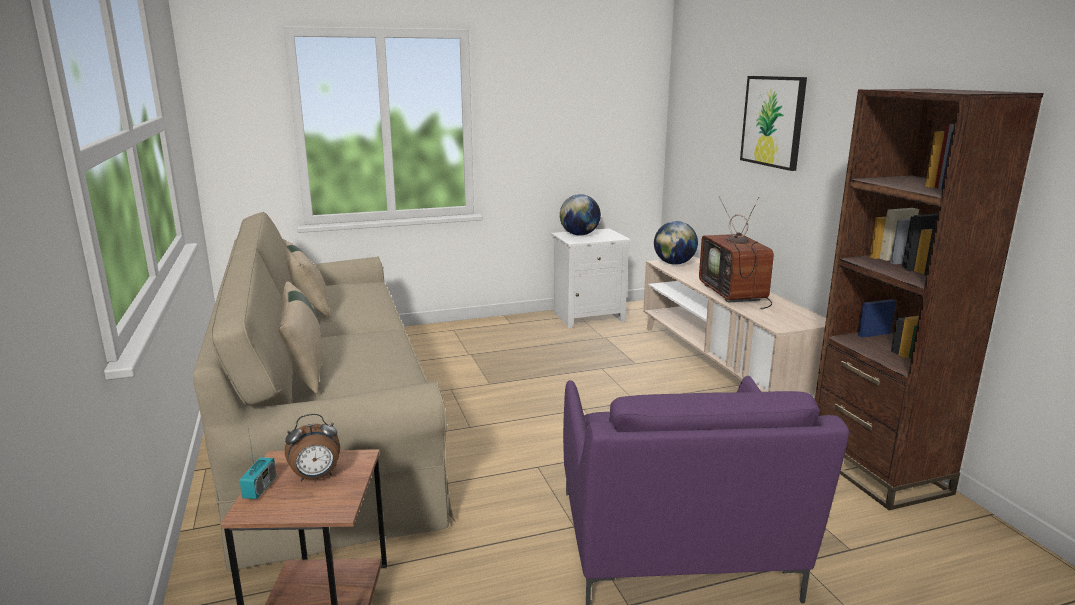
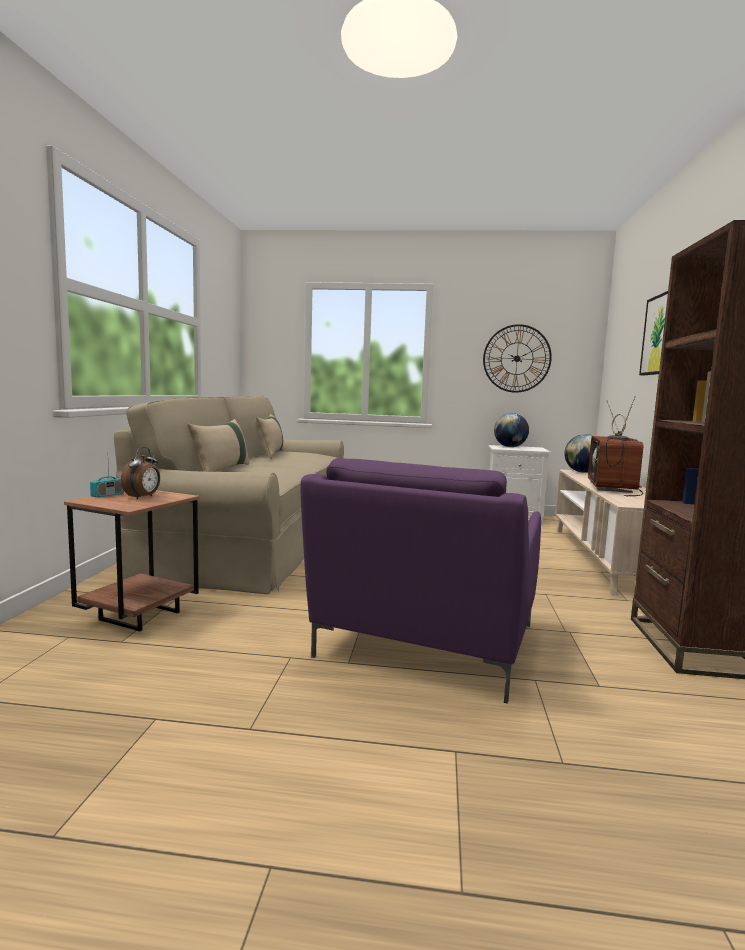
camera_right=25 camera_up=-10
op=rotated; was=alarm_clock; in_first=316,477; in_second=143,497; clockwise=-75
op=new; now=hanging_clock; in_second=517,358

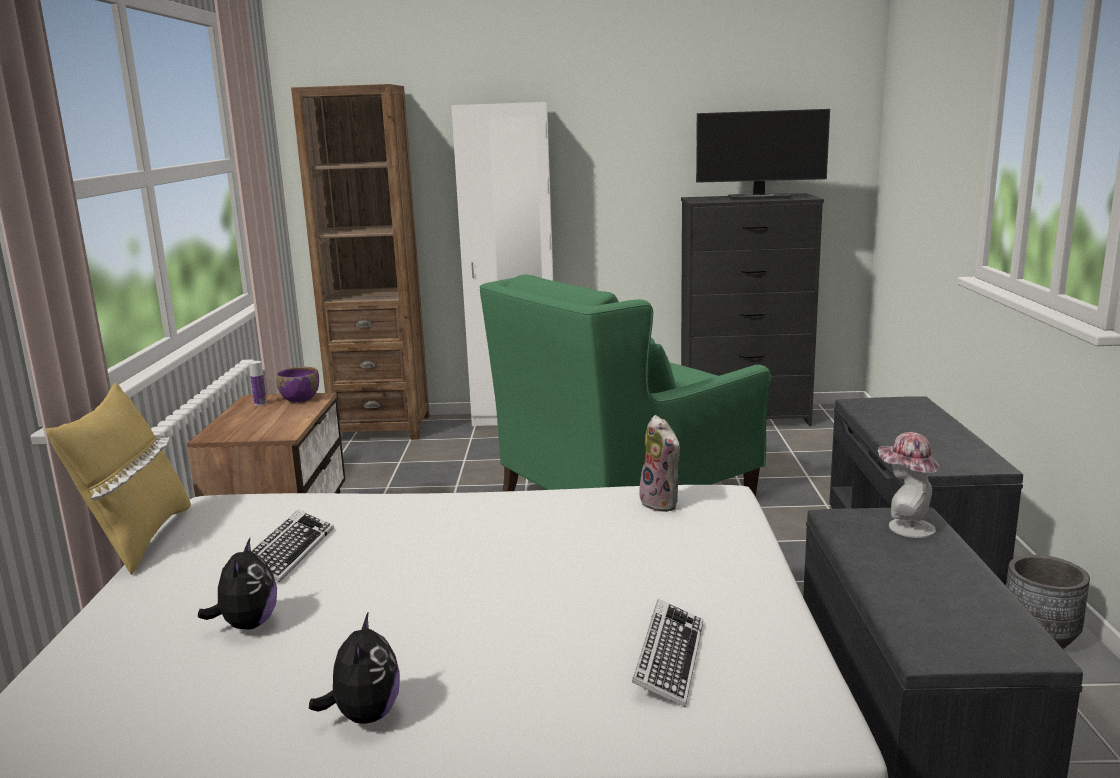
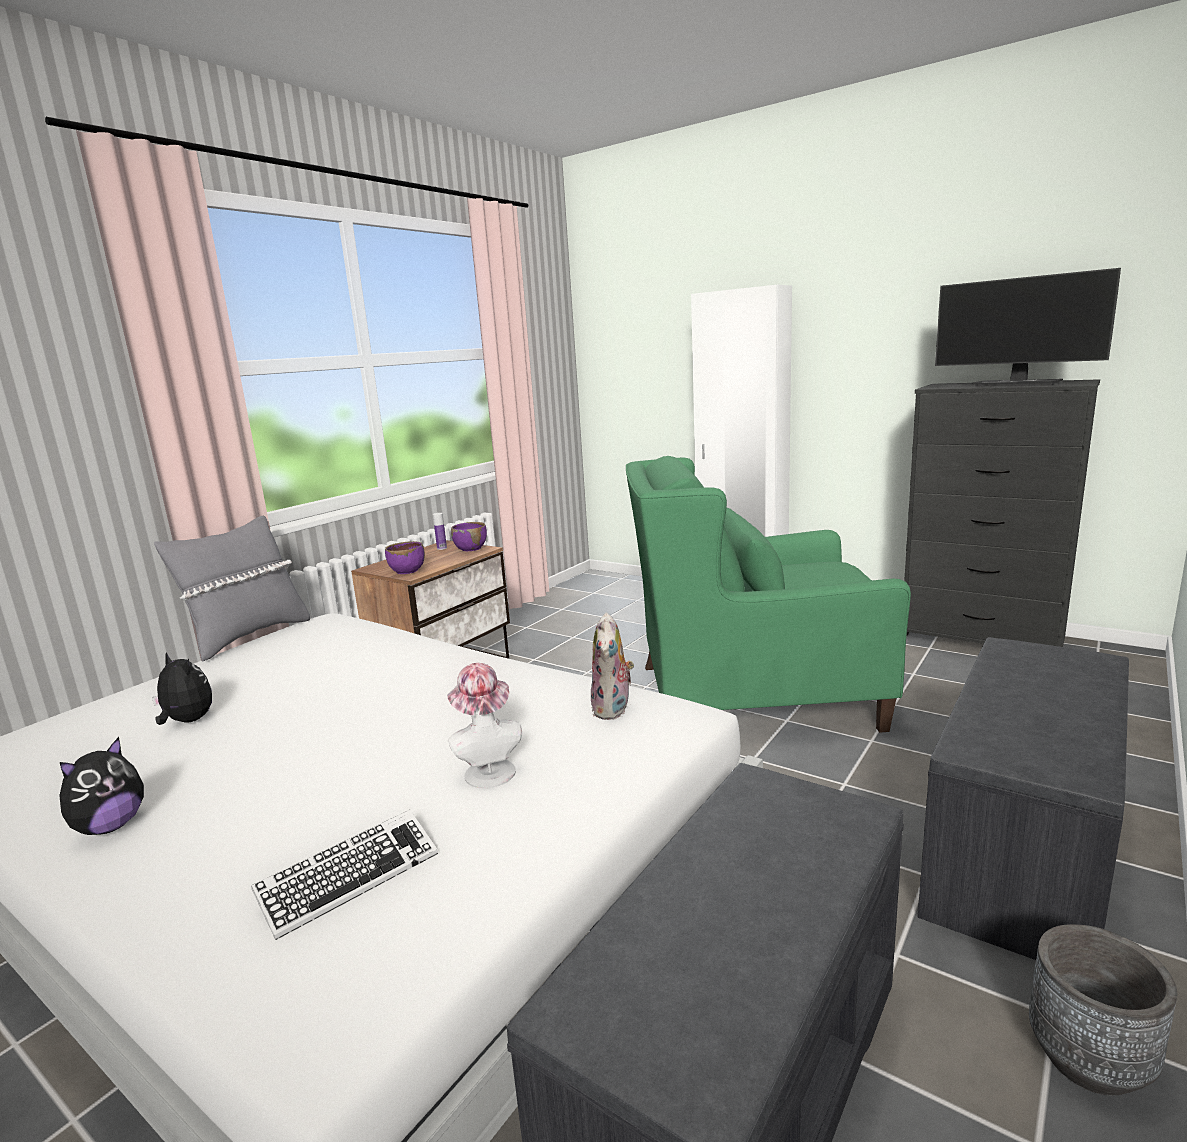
camera_right=35 camera_up=0
op=rotated; was=soft_toy; in_first=247,625; in_second=187,721; clockwise=-90
op=repainted; was=yellow-coloured_throw_pillow; now=greyish_throw_pillow; in_first=138,540; in_second=248,636
op=new; now=purplish_serving_bowl; in_second=407,571
op=shifted; was=wearable_hat; in_first=905,527; in_second=487,770
op=gone; was=computer_keyboard; in_first=289,552
op=gone; was=brownish_bookshelf; in_first=382,428

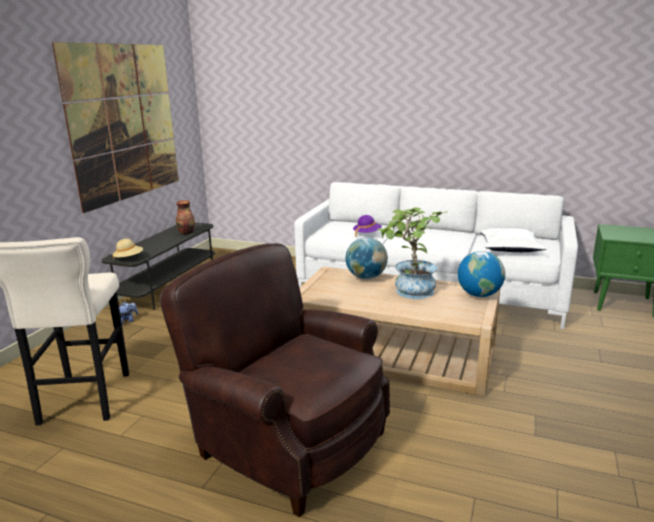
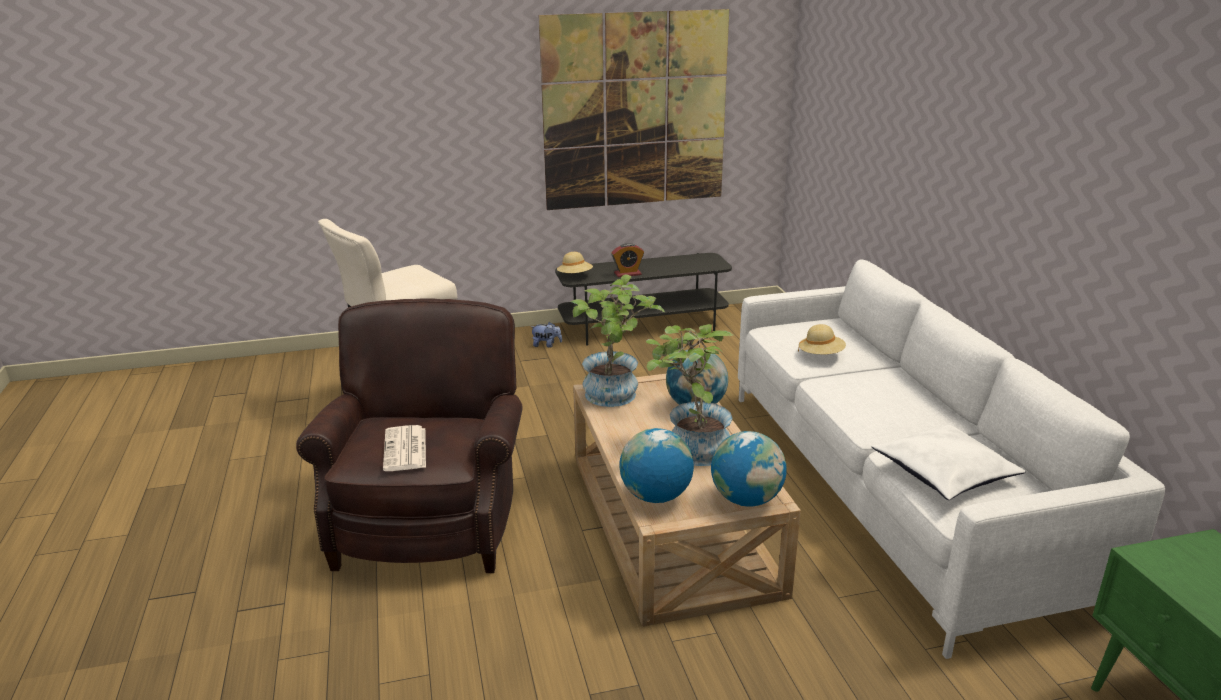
camera_right=55 camera_up=5
op=new; now=newspaper; in_second=405,450
op=new; now=houseplant; in_second=615,398
op=new; now=alarm_clock; in_second=627,274
op=new; now=globe; in_second=655,496
op=repainted; was=purplish_wearable_hat; now=beige_wearable_hat; in_first=367,234; in_second=821,355
op=gone; was=vase; in_first=187,233

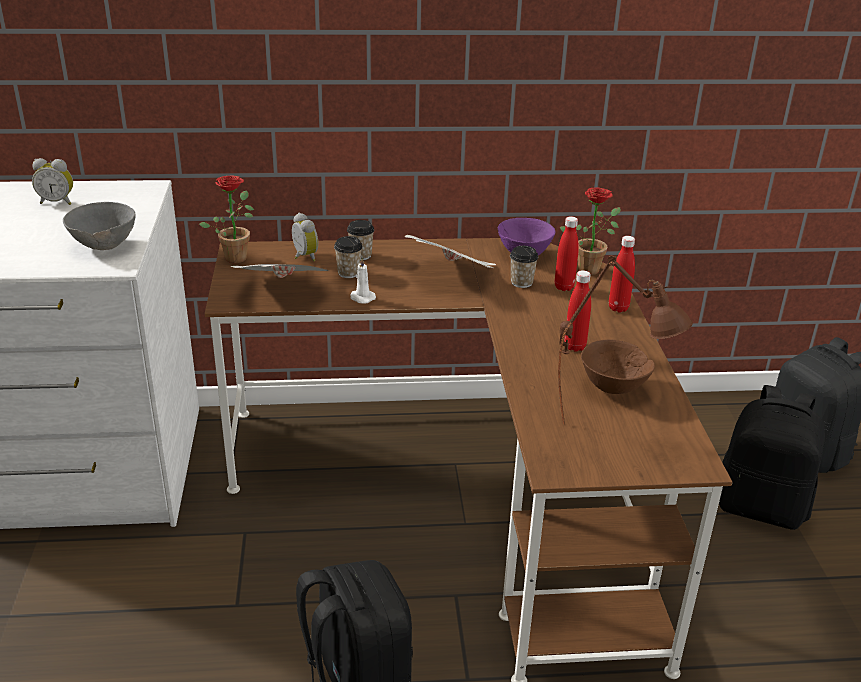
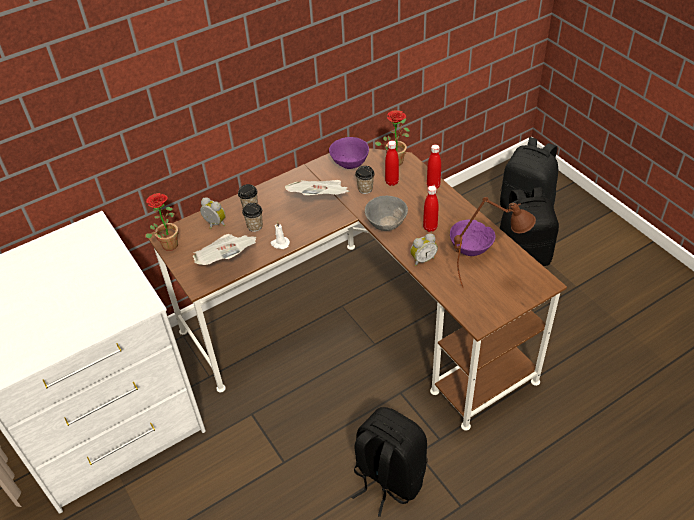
camera_right=-25 camera_up=15
op=shifted; was=greyish_serving_bowl; in_first=104,246; in_second=386,225
op=shifted; was=alarm_clock; in_first=57,202; in_second=422,259
op=repainted; was=brownish_serving_bowl; now=purplish_serving_bowl; in_first=613,388; in_second=470,249

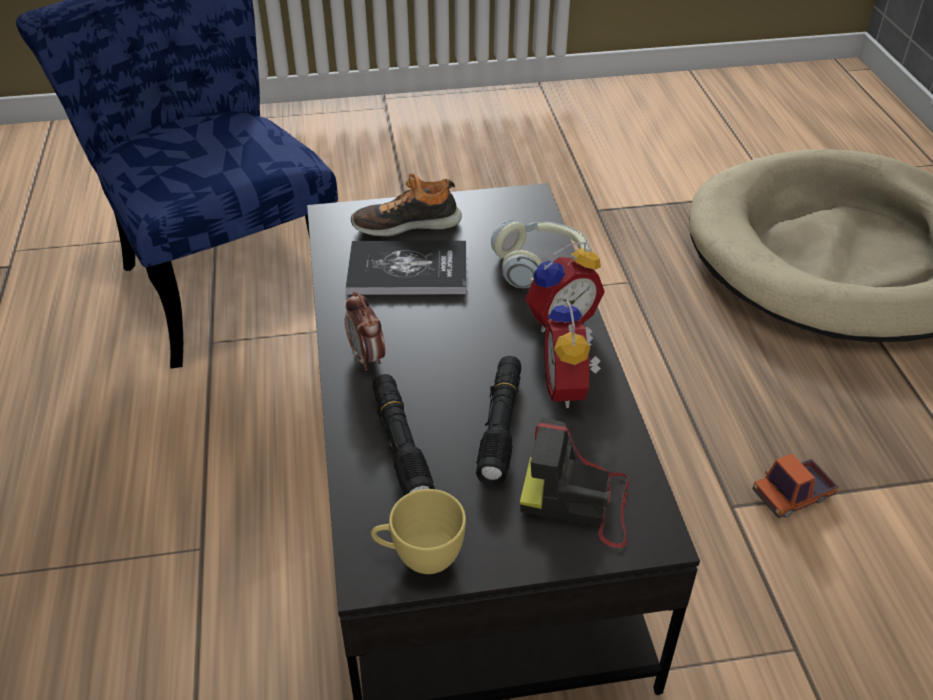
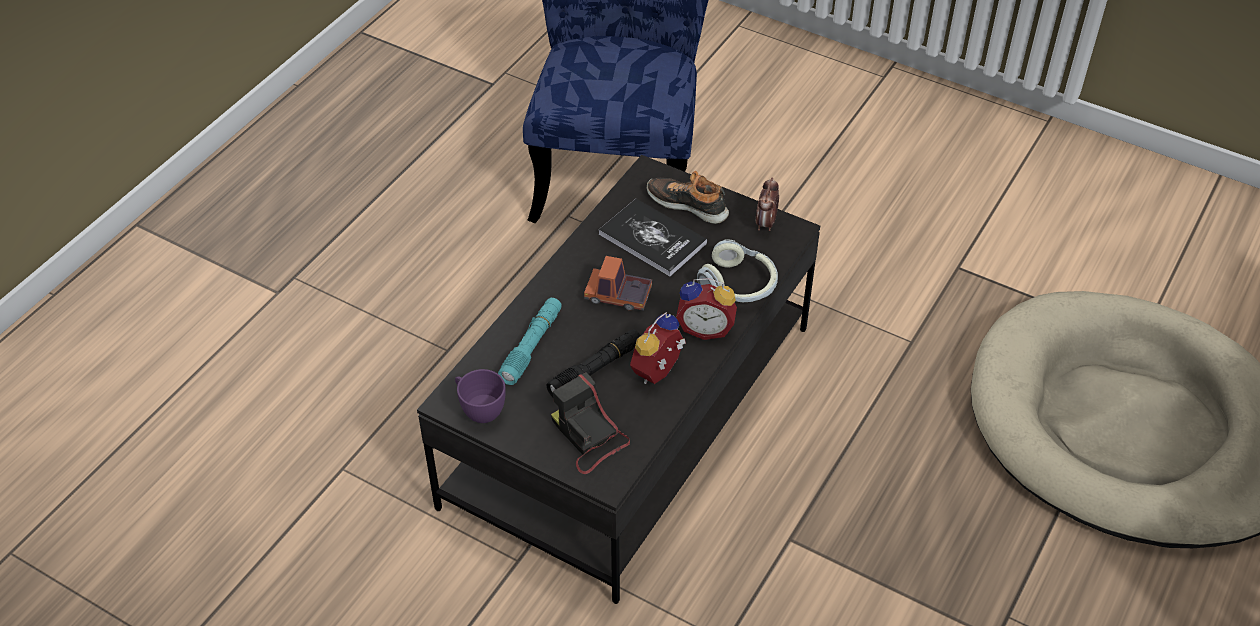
camera_right=40 camera_up=5
op=repainted; was=yellow-coloured_cup; now=purplish_cup; in_first=419,557; in_second=479,410
op=repainted; was=black-coloured_flashlight; now=blue-green_flashlight; in_first=401,445; in_second=531,346
op=shifted; was=toy_lorry; in_first=792,495; in_second=618,295
op=shifted; was=alarm_clock; in_first=367,357; in_second=766,223

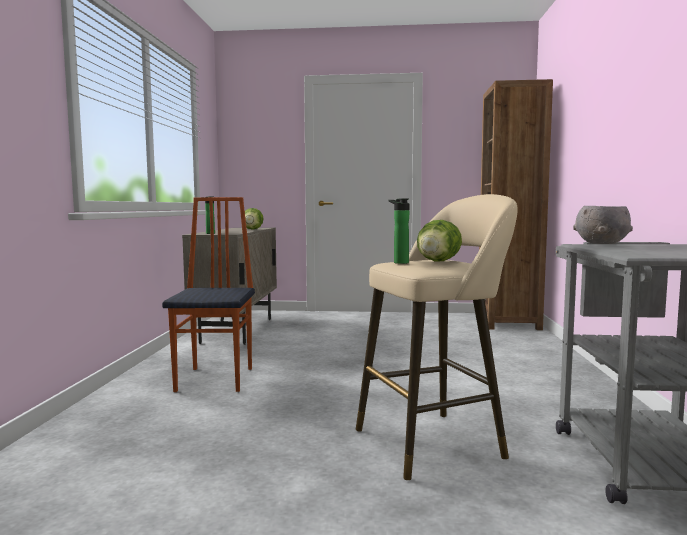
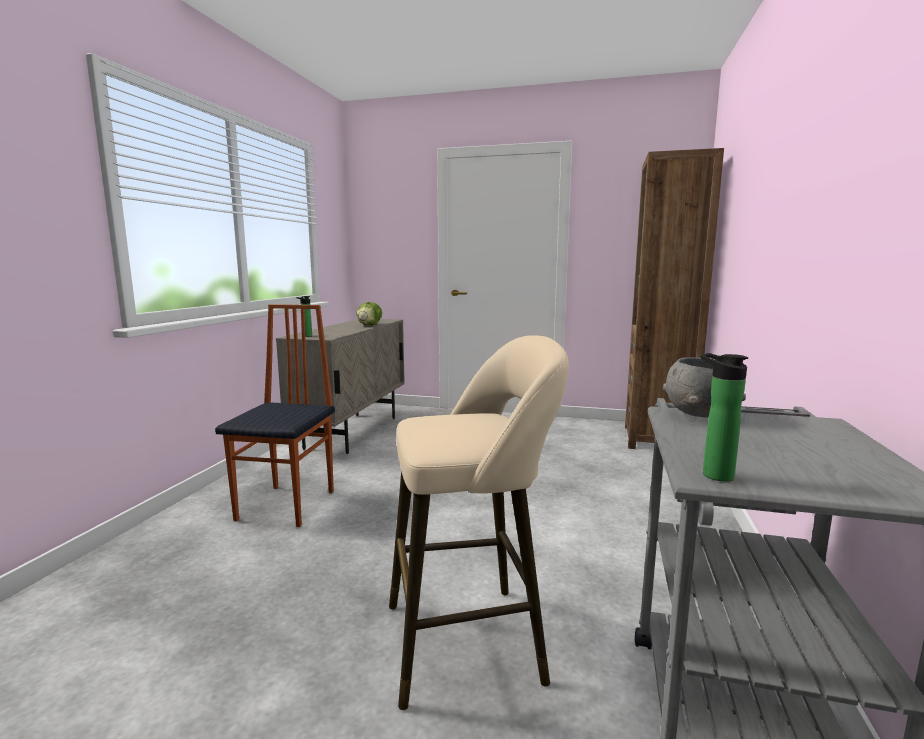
camera_right=10 camera_up=5
op=shifted; was=bottle; in_first=399,262; in_second=713,474
op=gone; was=lettuce_head; in_first=437,262

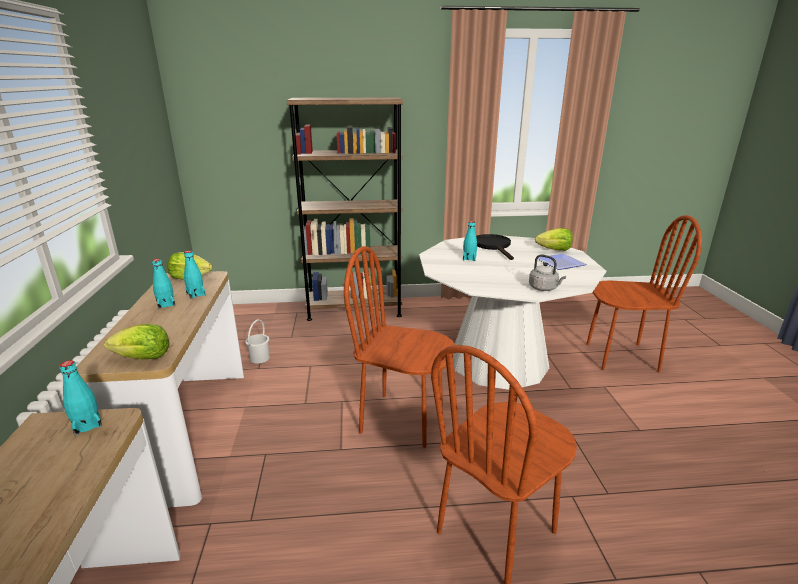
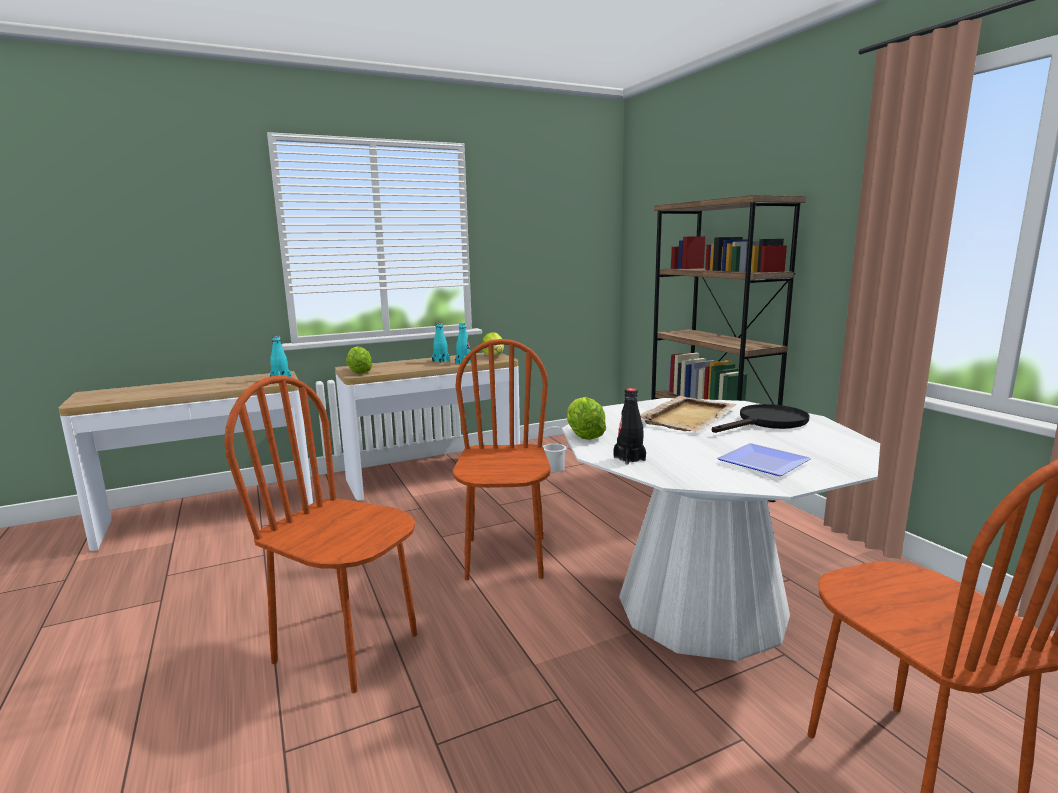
camera_right=70 camera_up=-10
op=shifted; was=lettuce_head; in_first=554,250; in_second=583,435
op=swapped; was=greyish_kettle; now=black-coloured_bottle; in_first=544,288; in_second=629,459
op=swapped; was=blue-green_bottle; now=beige_carrying_tray; in_first=469,258; in_second=688,416

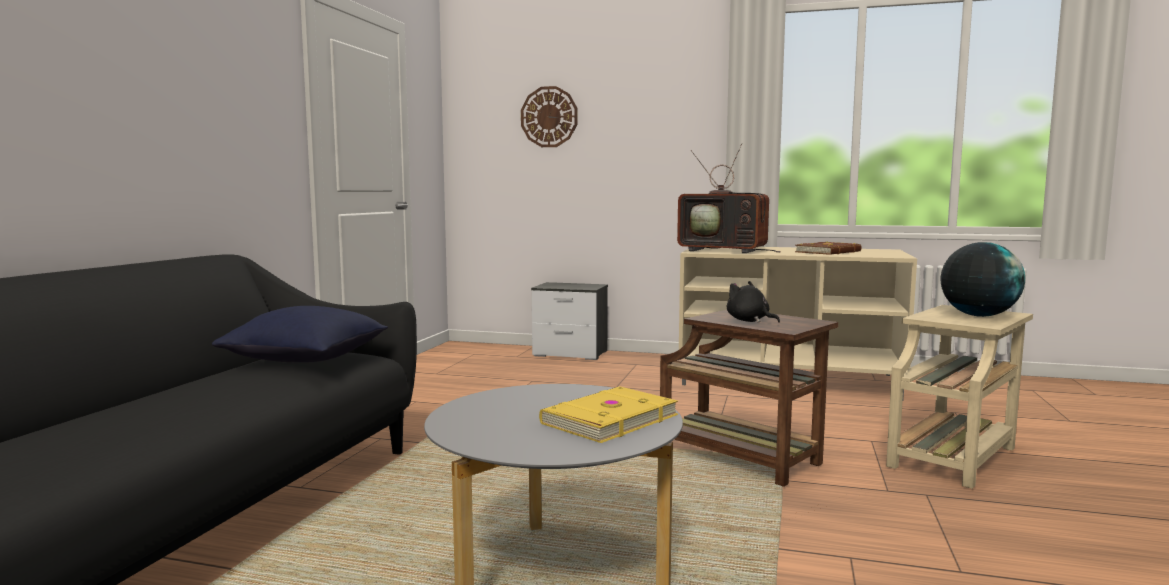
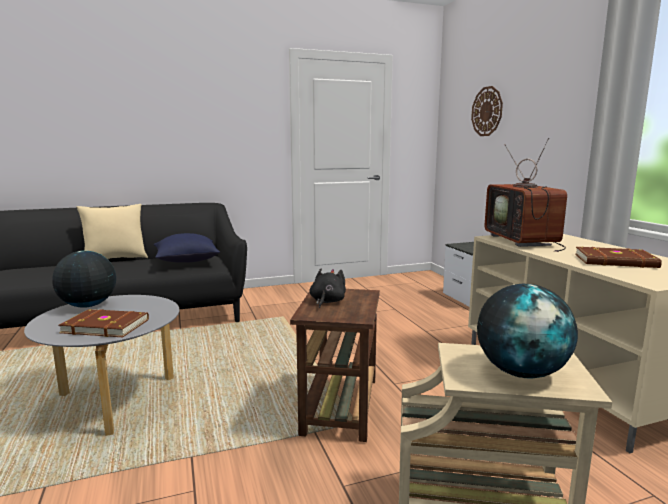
camera_right=55 camera_up=5
op=new; now=globe; in_second=88,306
op=repainted; was=yellow-coloured_bound_book; now=brownish_bound_book; in_first=607,419; in_second=106,326
op=new; now=beige_throw_pillow; in_second=115,259

